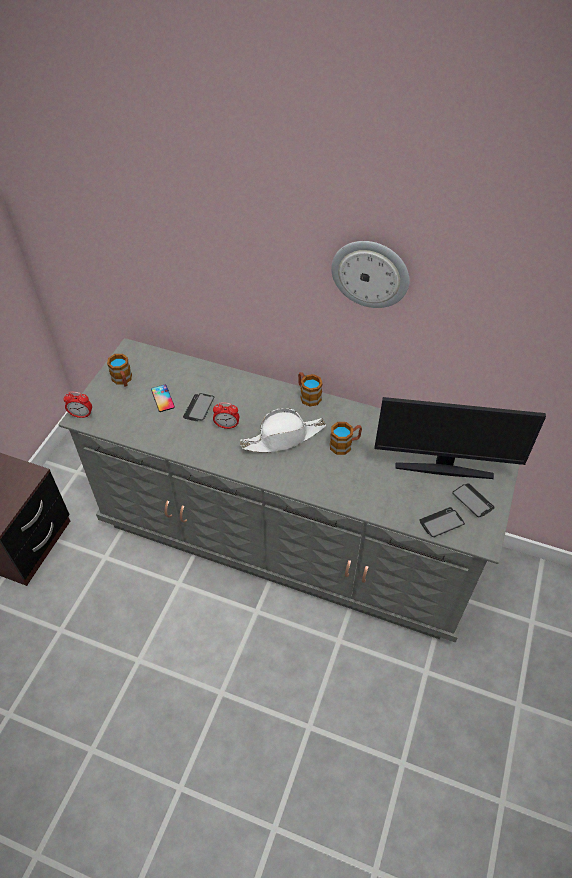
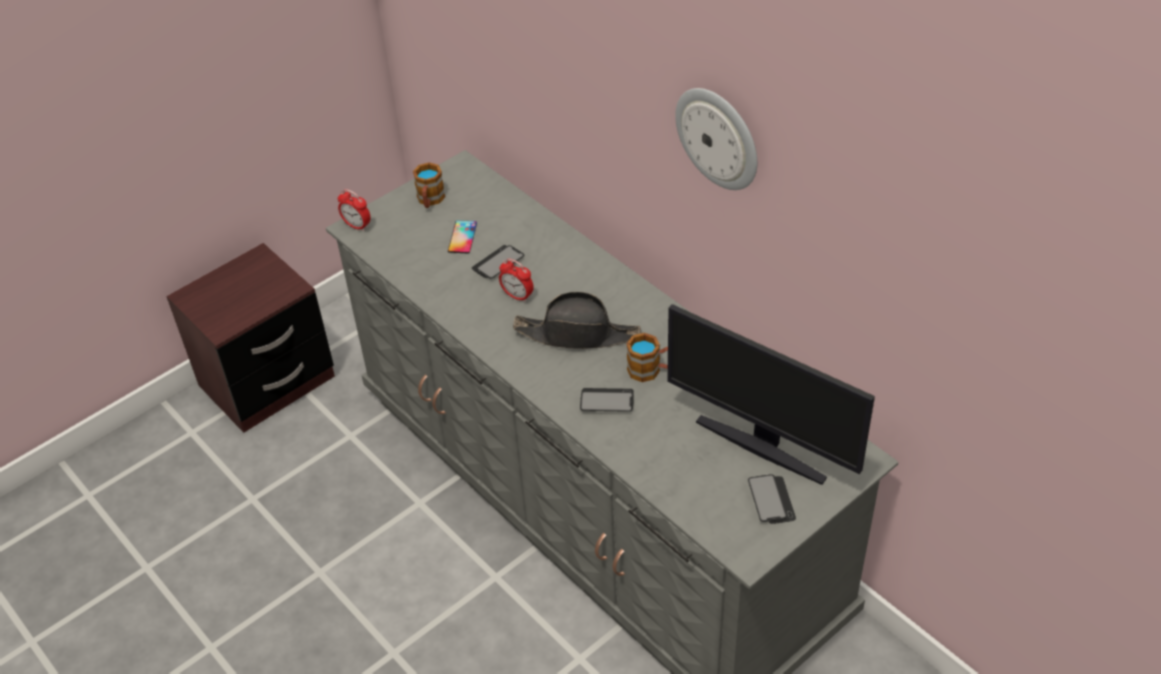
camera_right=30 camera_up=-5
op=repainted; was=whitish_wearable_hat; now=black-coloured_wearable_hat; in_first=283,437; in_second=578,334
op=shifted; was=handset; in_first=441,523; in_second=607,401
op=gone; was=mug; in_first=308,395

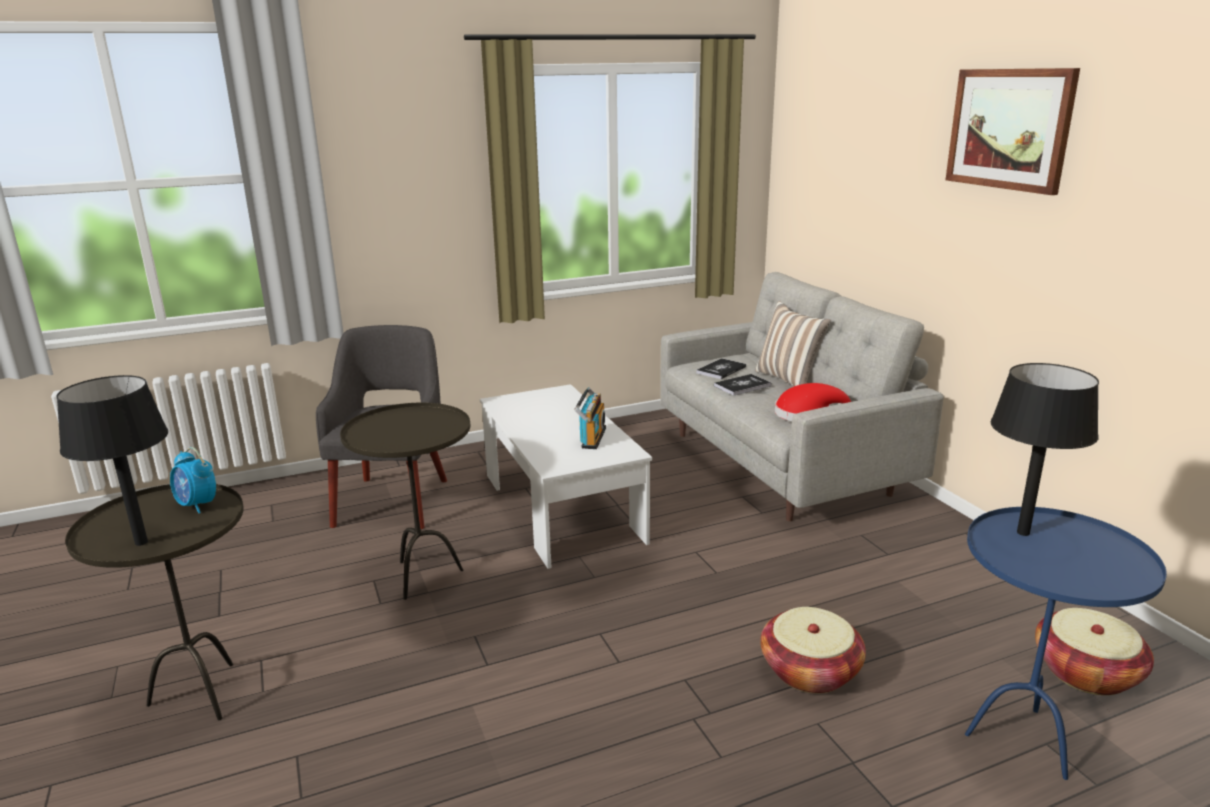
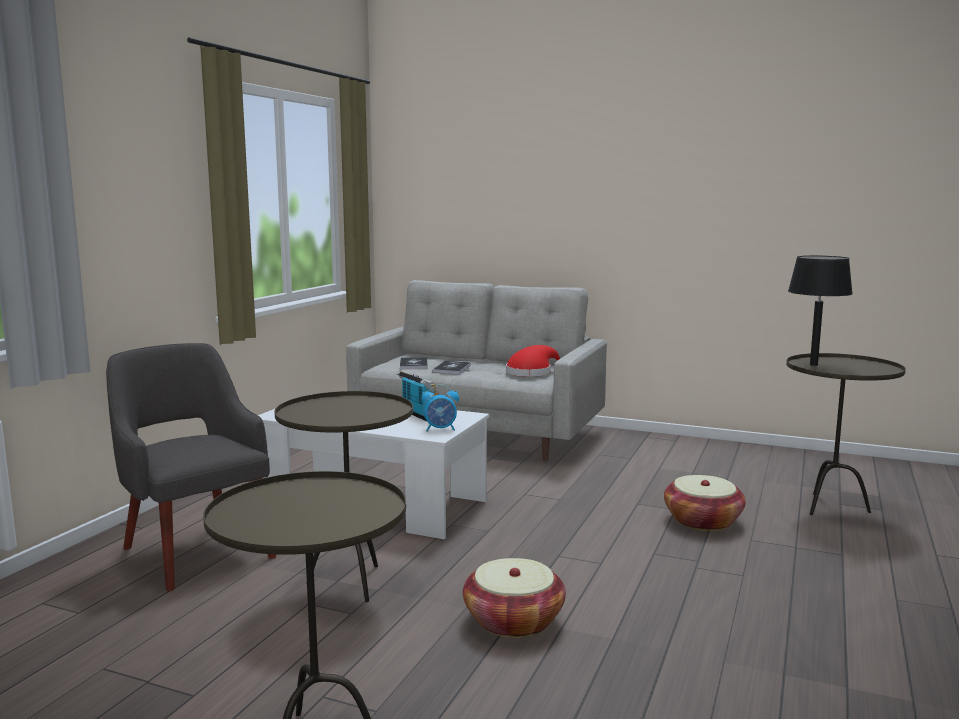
camera_right=-45 camera_up=-10
op=shifted; was=alarm_clock; in_first=197,505; in_second=440,429
op=shifted; was=basket; in_first=1086,672; in_second=513,621
op=repainted; was=blue-coloured_accent_table; now=brownish_accent_table; in_first=1022,740; in_second=831,507
op=gone; was=black-coloured_table_lamp; in_first=141,543
op=gone; was=throw_pillow; in_first=789,380
op=gone; was=wall_art; in_first=1009,129

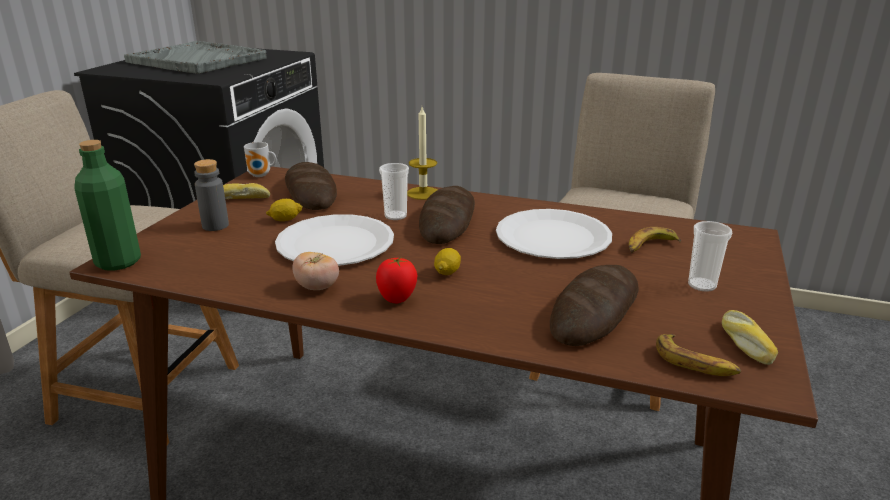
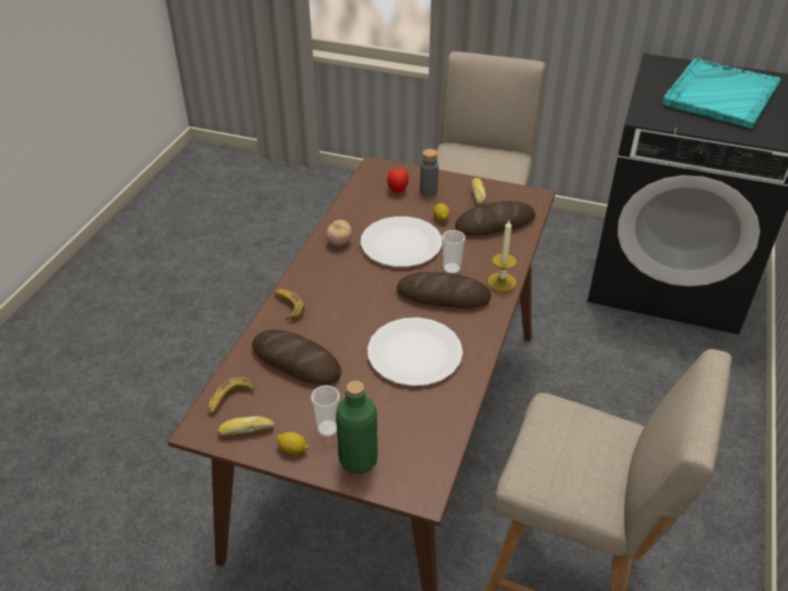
camera_right=90 camera_up=15
op=shifted; was=whole_banana; in_first=650,246; in_second=288,306
op=shifted; was=lemon; in_first=447,272; in_second=293,449
op=shifted; was=greenish_bottle; in_first=118,262; in_second=358,460
op=shifted; was=whole_tomato; in_first=397,300; in_second=397,190
op=repainted; was=greyish_carrying_tray; now=blue-green_carrying_tray; in_first=197,60; in_second=720,95
op=gone; was=mug; in_first=261,175

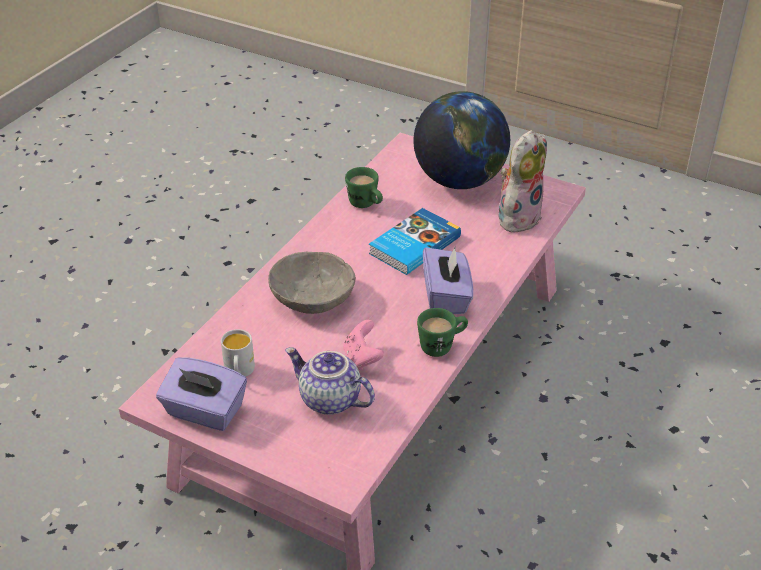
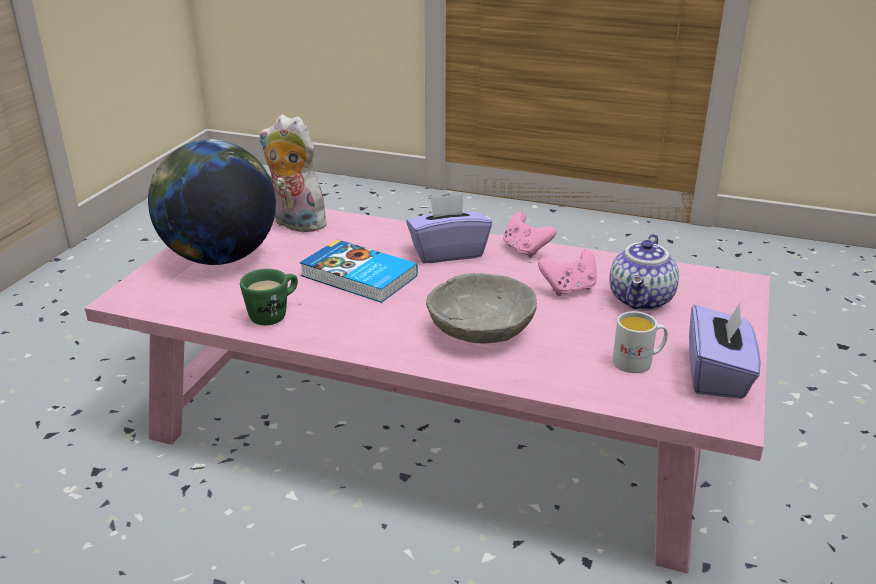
camera_right=-100 camera_up=-10
op=swapped; was=greenish_mug; now=pink-coloured_joypad; in_first=442,346; in_second=525,250

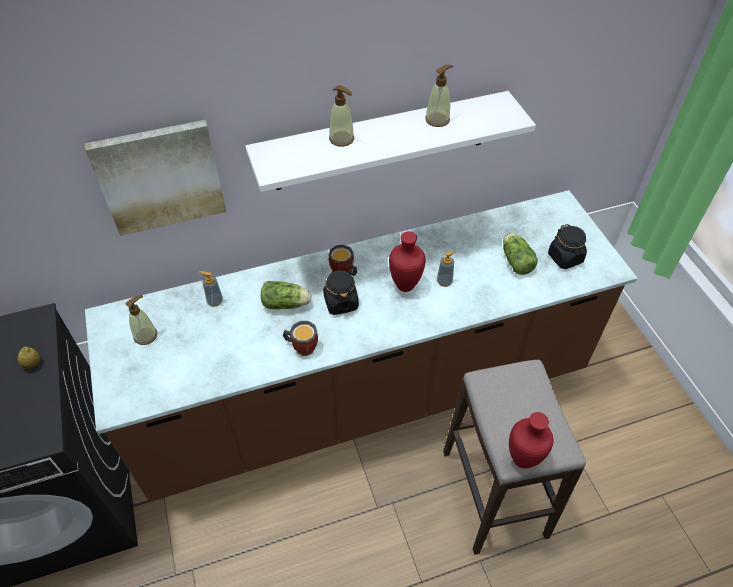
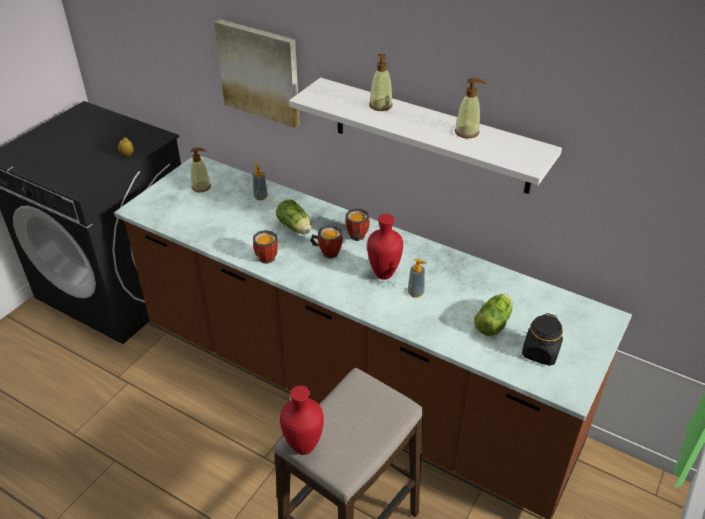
camera_right=50 camera_up=-10
op=swapped; was=black-coloured_preserve_jar; now=mug; in_first=341,302; in_second=327,251

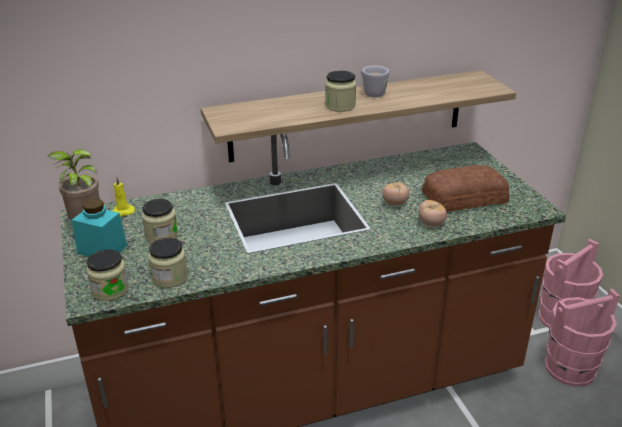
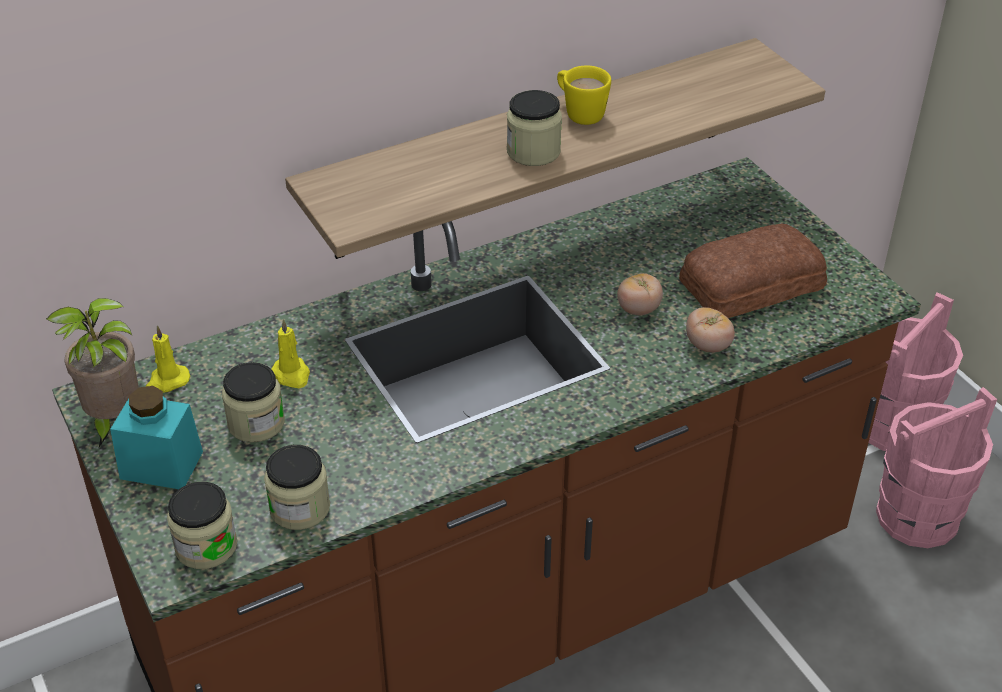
camera_right=-10 camera_up=10
op=new; now=yellow-coloured_wax_candle; in_second=291,375
op=repainted; was=whitish_mug; now=yellow-coloured_mug; in_first=371,92; in_second=579,113

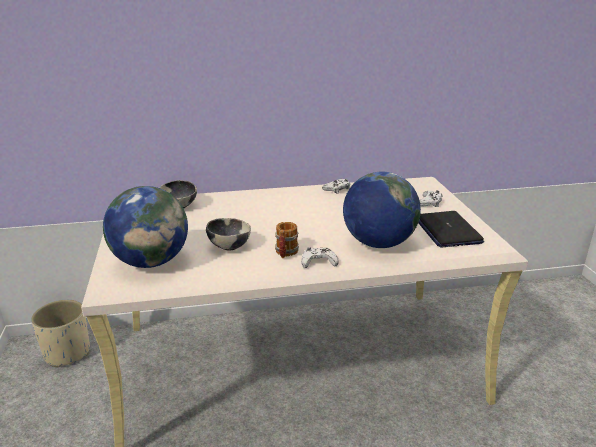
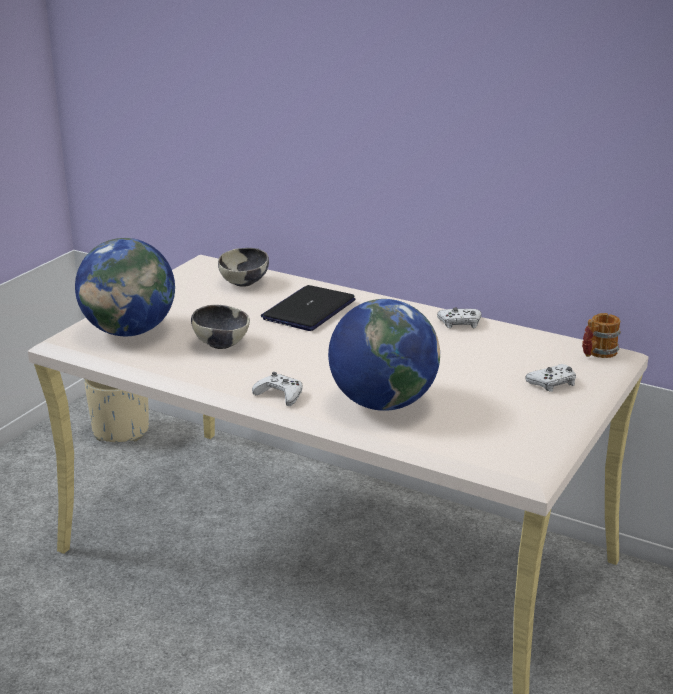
camera_right=40 camera_up=0
op=shifted; was=notebook_computer; in_first=447,230; in_second=309,310
op=shifted; was=mug; in_first=285,253; in_second=597,353

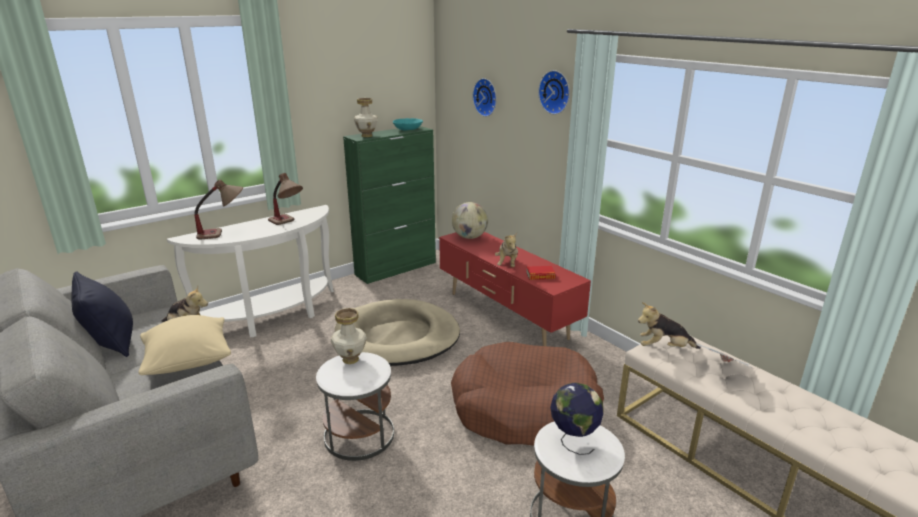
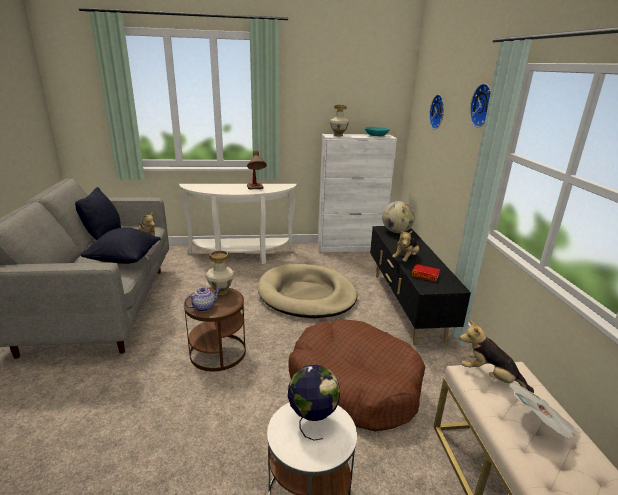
camera_right=30 camera_up=0
op=repainted; was=beige_throw_pillow; now=black-coloured_throw_pillow; in_first=189,363; in_second=124,260
op=repainted; was=whitish_accent_table; now=brownish_accent_table; in_first=359,435; in_second=218,352
op=new; now=tea_pot; in_second=204,307
op=repainted; was=greenish_storage_cabinet; now=whitish_storage_cabinet; in_first=396,268; in_second=350,247
op=repainted; was=red-coloured_tv_stand; now=black-coloured_tv_stand; in_first=506,316; in_second=405,306
op=gone; was=table_lamp; in_first=223,233

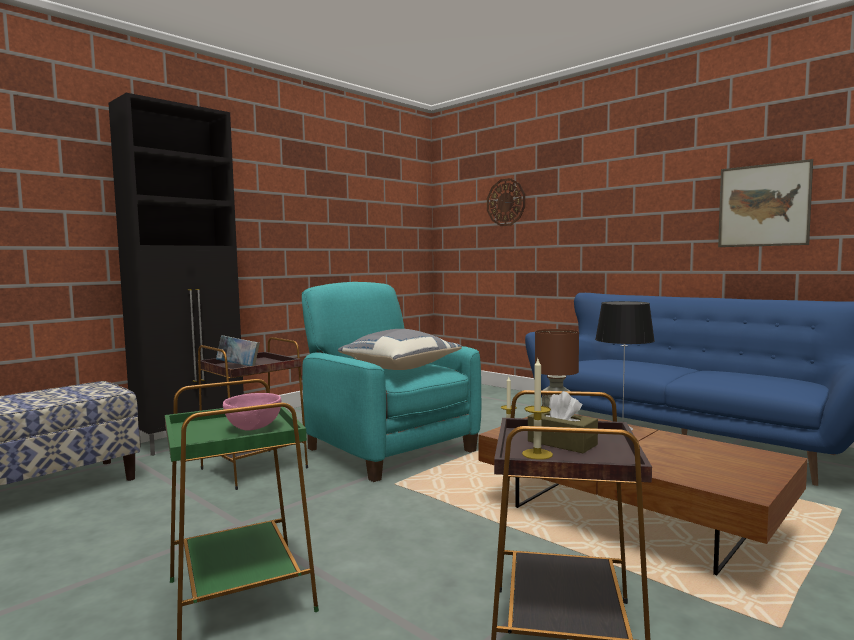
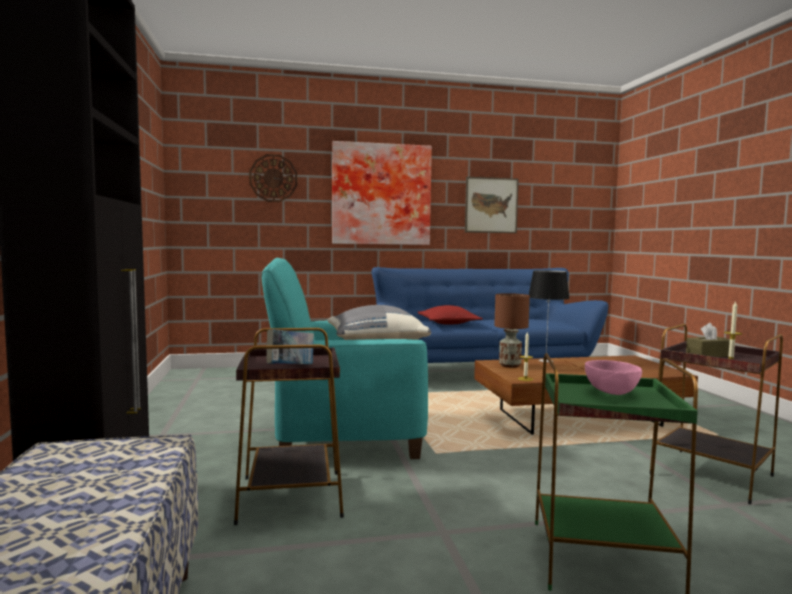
camera_right=-55 camera_up=0
op=new; now=wall_art; in_second=381,194
op=new; now=red-coloured_throw_pillow; in_second=448,323

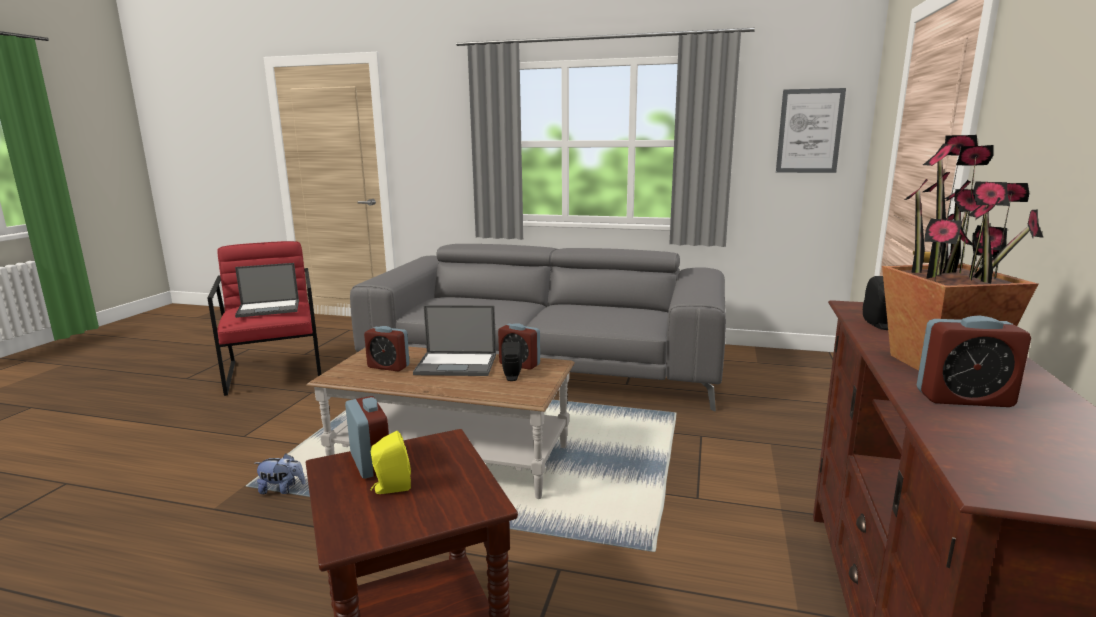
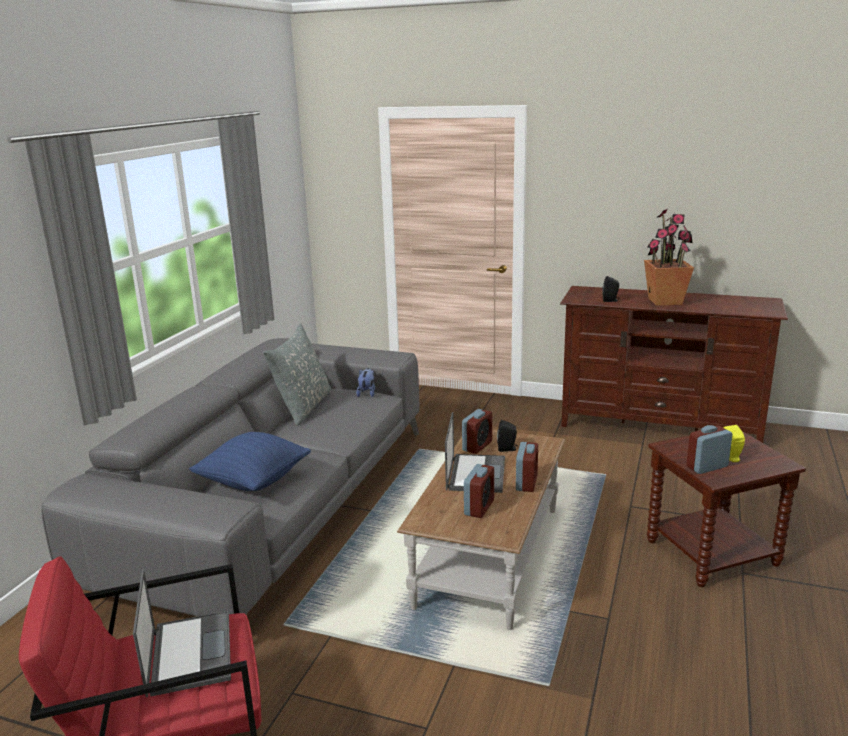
camera_right=-85 camera_up=5
op=new; now=blue-coloured_throw_pillow; in_second=253,481
op=new; now=greyish_throw_pillow; in_second=303,407
op=shifted; was=soft_toy; in_first=282,489; in_second=367,393
op=shifted; was=alarm_clock; in_first=963,398; in_second=526,483
op=gone; was=wall_art; in_first=809,131

